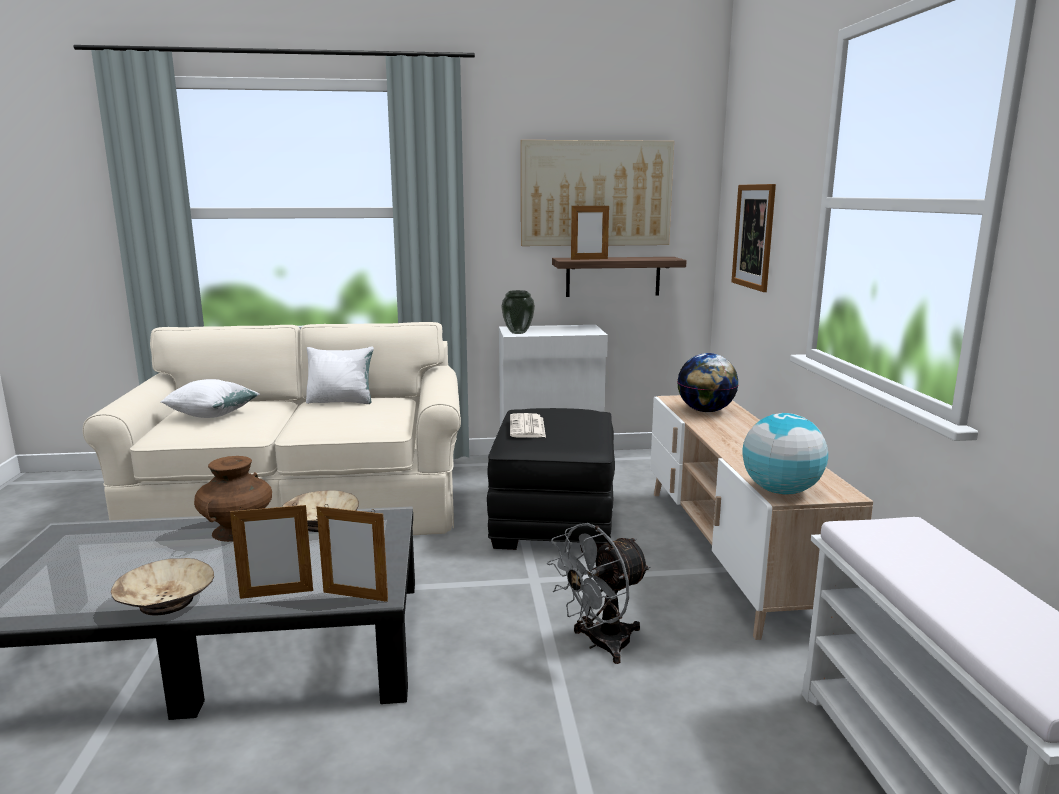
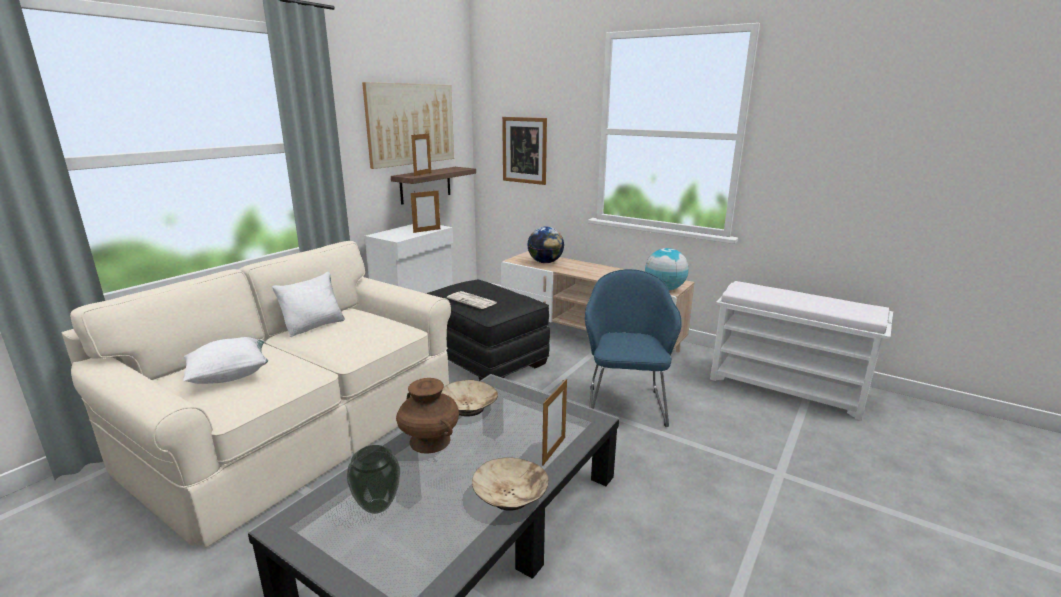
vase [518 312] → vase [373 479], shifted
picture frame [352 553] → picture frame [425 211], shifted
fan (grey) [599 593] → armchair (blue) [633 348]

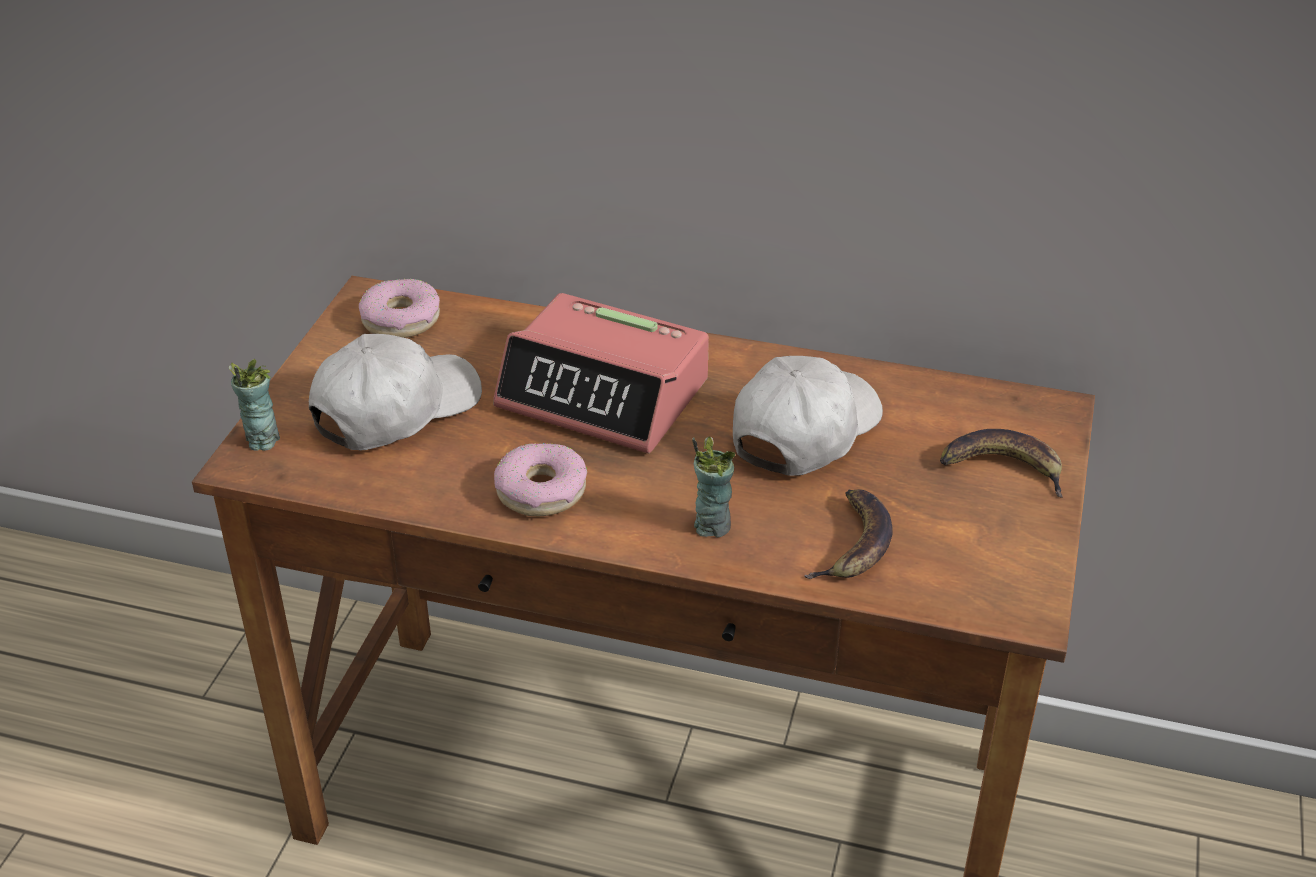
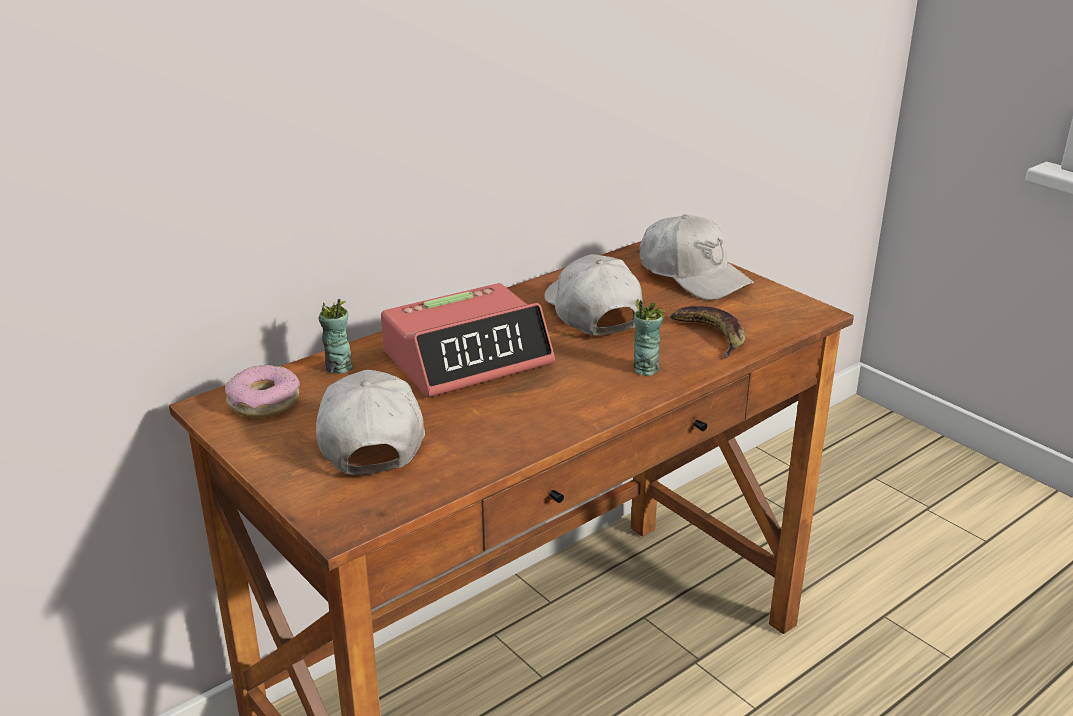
cup [254 405] → cup [336 336], shifted
banana [1001 463] → cap (white) [697 257]
donut [540 479] → -

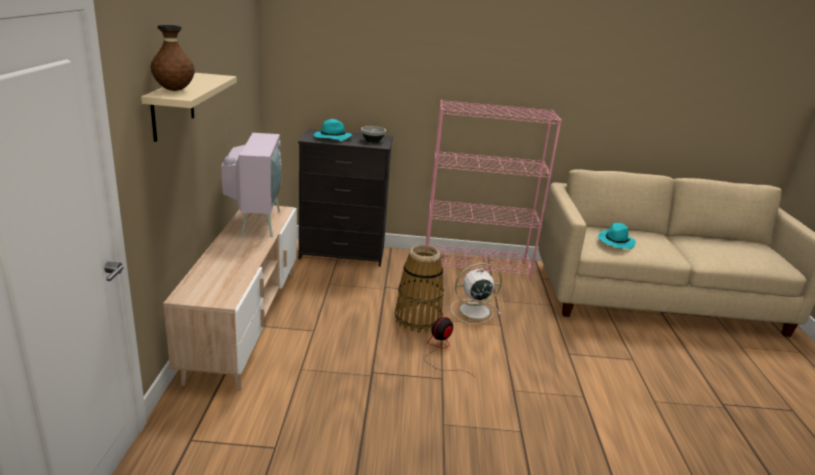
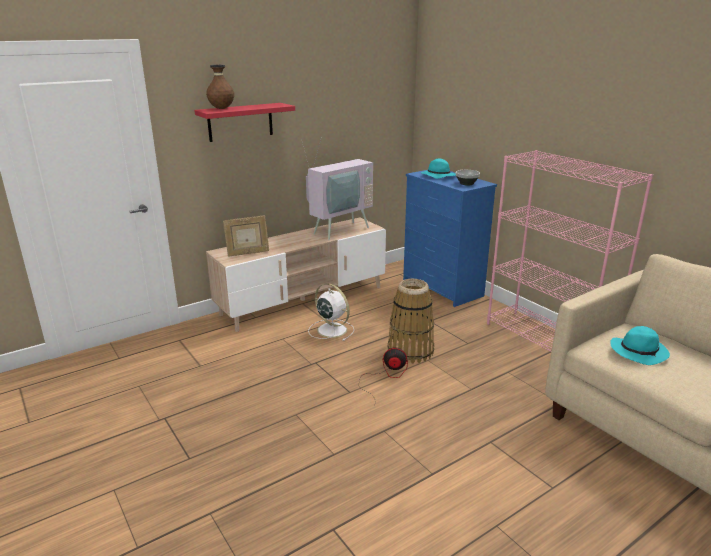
shelf (beige) [189 107] → shelf (red) [244 122]
dresser (black) [345 198] → dresser (blue) [450 238]
fan (white) [476 293] → fan (white) [331 312], shifted
- → picture frame [246 236]

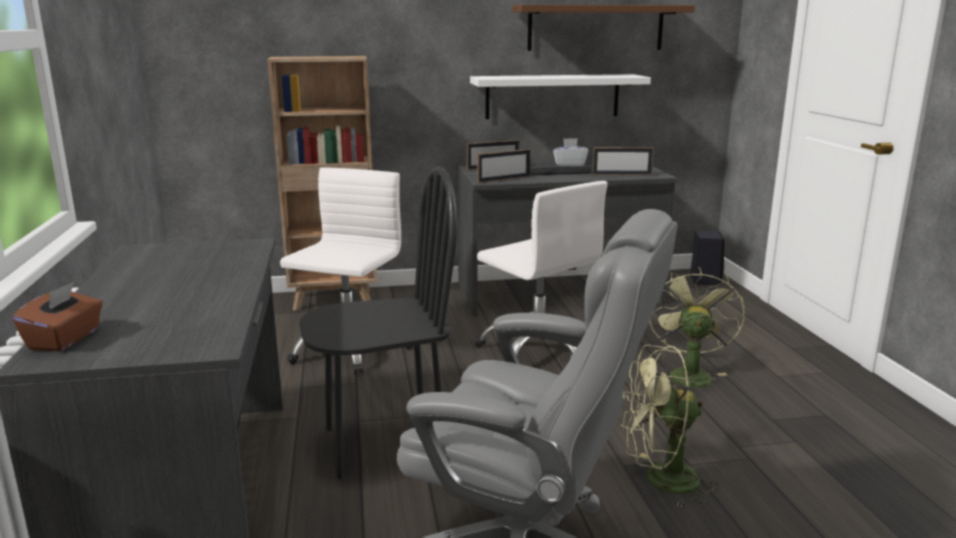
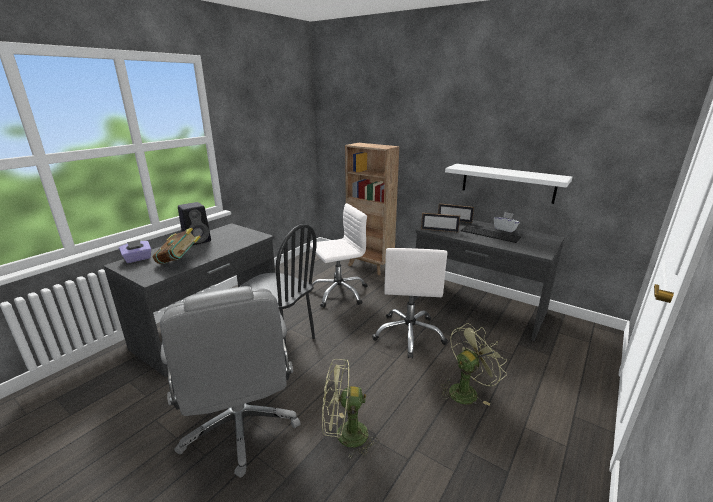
shelf (brown) [604 28] → -
picture frame [623 161] → -
speaker (black) [707 258] → speaker (black) [194 224], shifted
tissue box (brown) [57 316] → tissue box (purple) [135 251]
fan (green) [670 426] → fan (green) [350 408], 45 degrees counterclockwise
- → book [177 246]

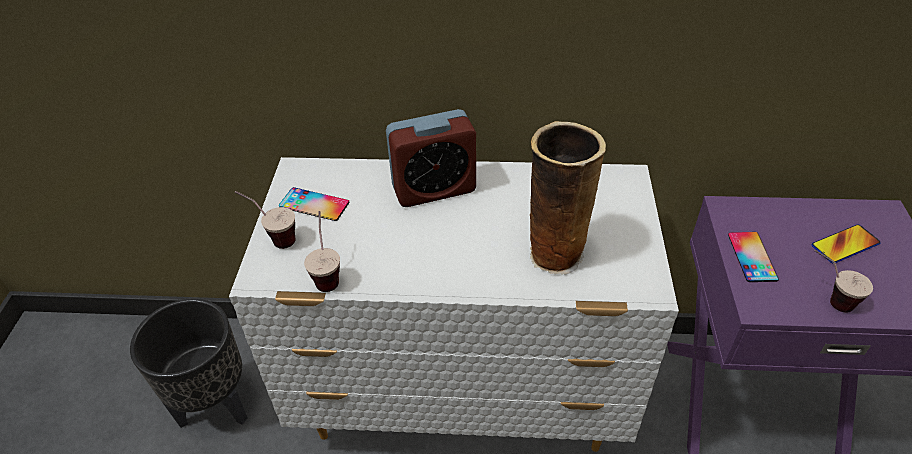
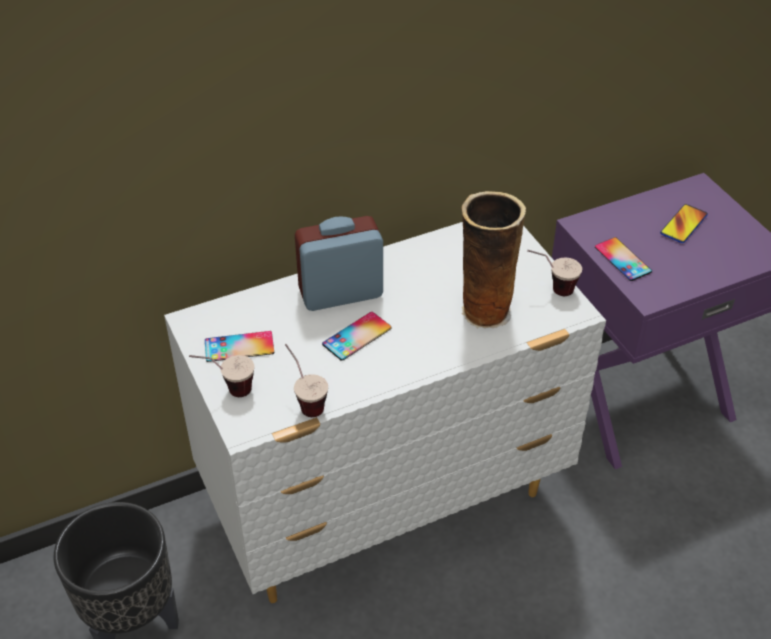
alarm clock [431 158] → alarm clock [339 263], 150 degrees counterclockwise
cup [844 281] → cup [554 273], shifted
- → phone [356 336]

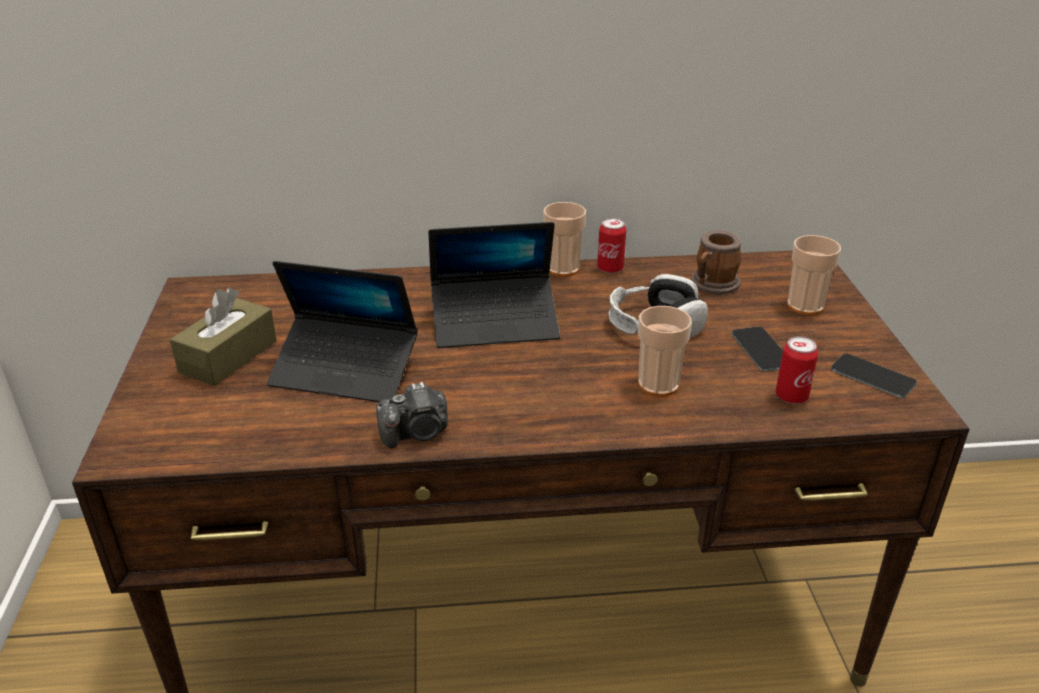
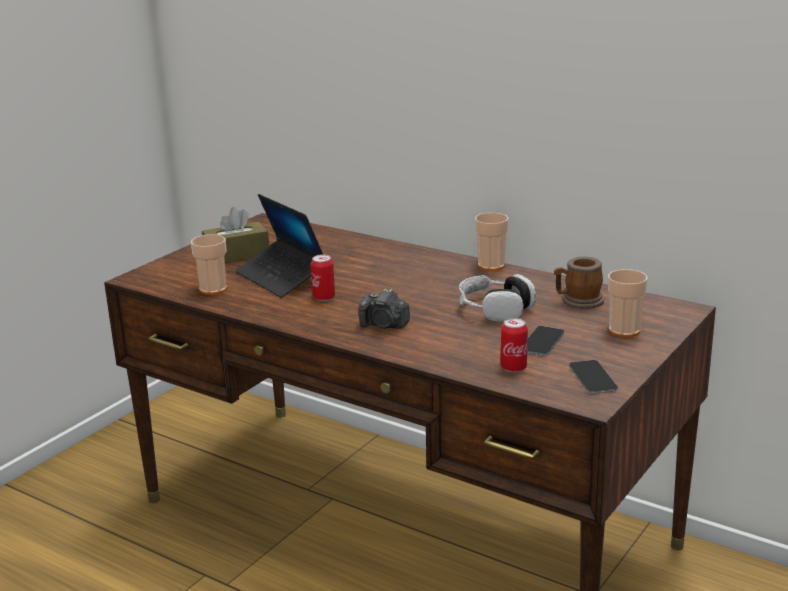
can [611 246] → can [323 277], shifted
laptop [494 285] → -
cup [665 351] → cup [209 264], shifted
photo camera [412 415] → photo camera [384 309], shifted

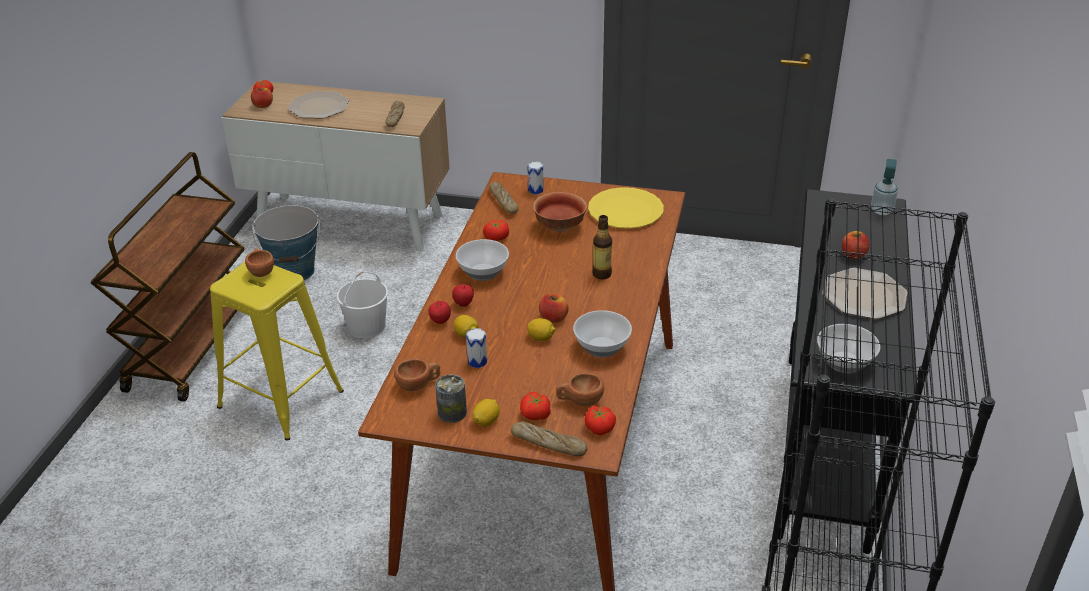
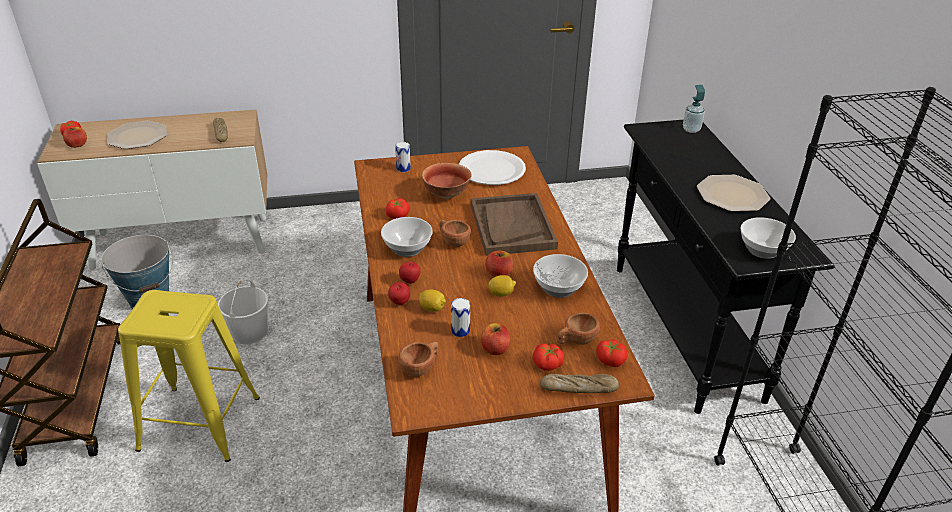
bread [504 198] → -
plate (yellow) [626 208] → plate (white) [492 167]
bottle [602 247] → tray (brown) [514 224]
apple [855 245] → apple [495 339], shifted
cup (brown) [259 262] → cup (brown) [455 233], shifted
can [451 398] → -
lemon [486 412] → -

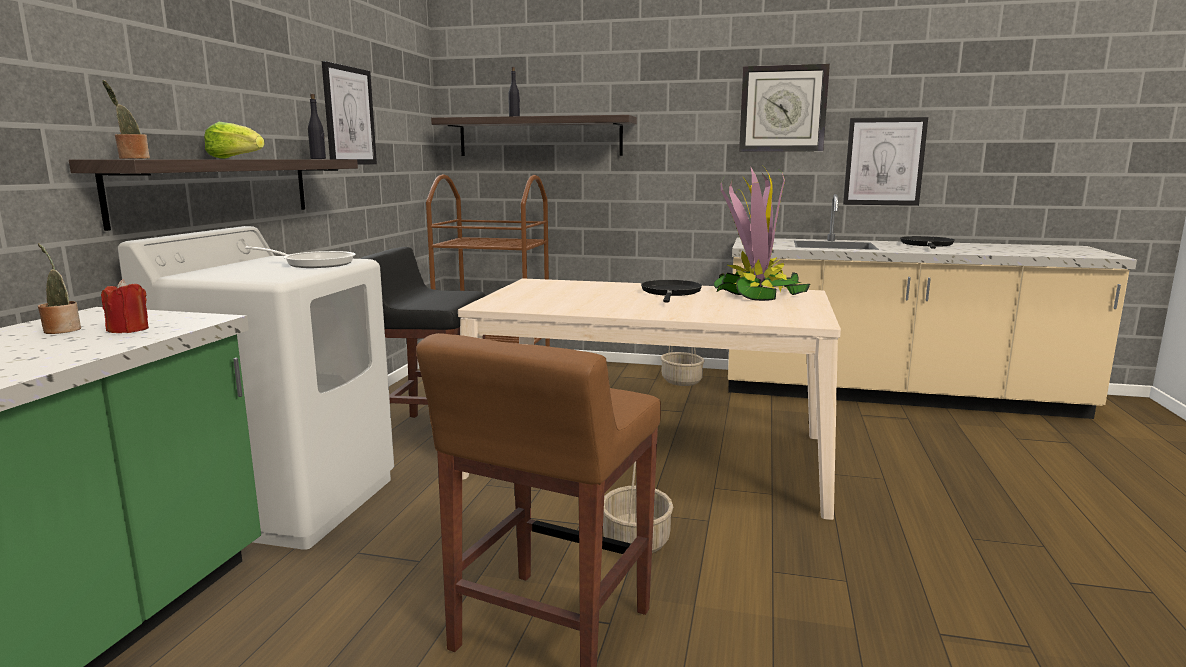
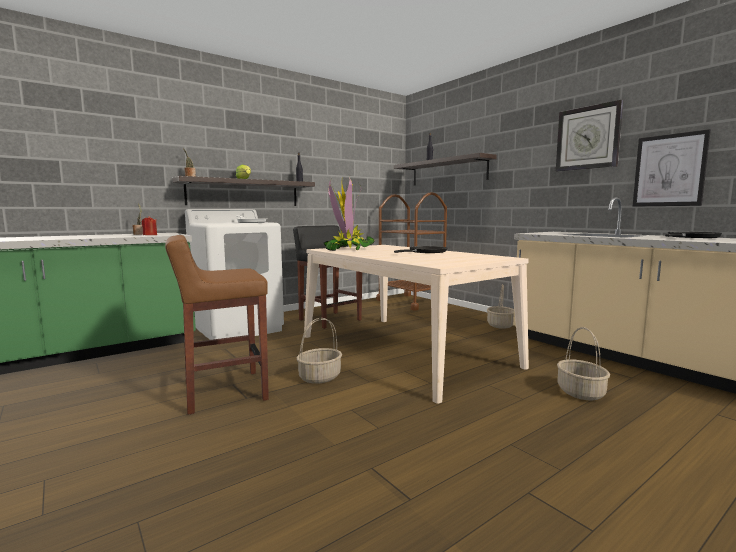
picture [349 113] → -
potted plant [762 234] → potted plant [349 214], shifted
- → basket [583 363]

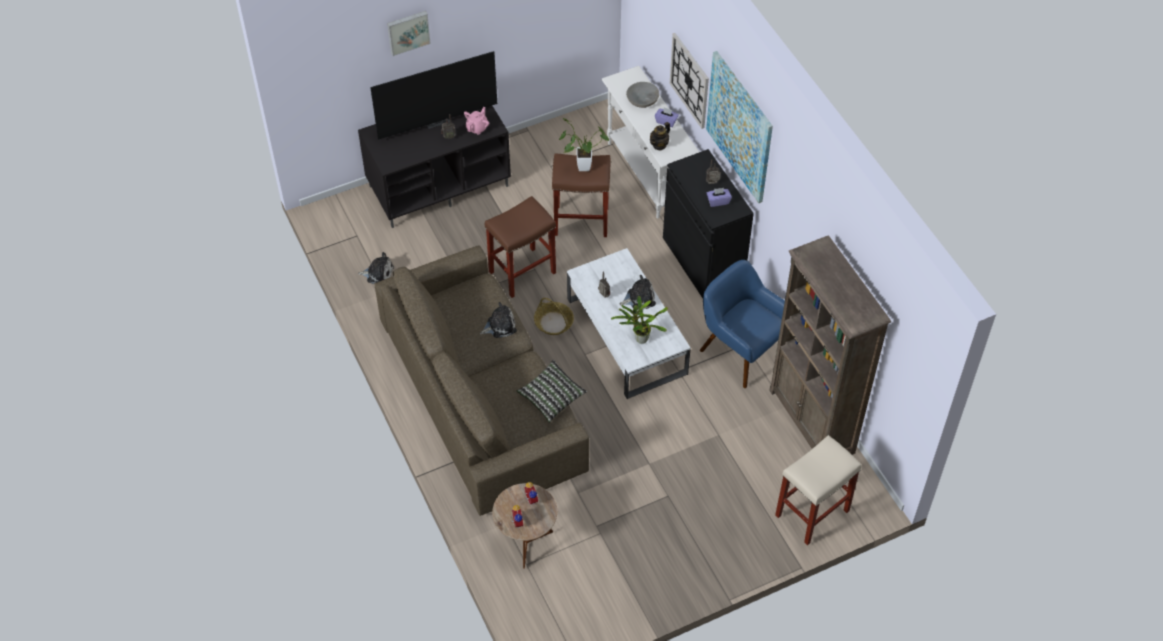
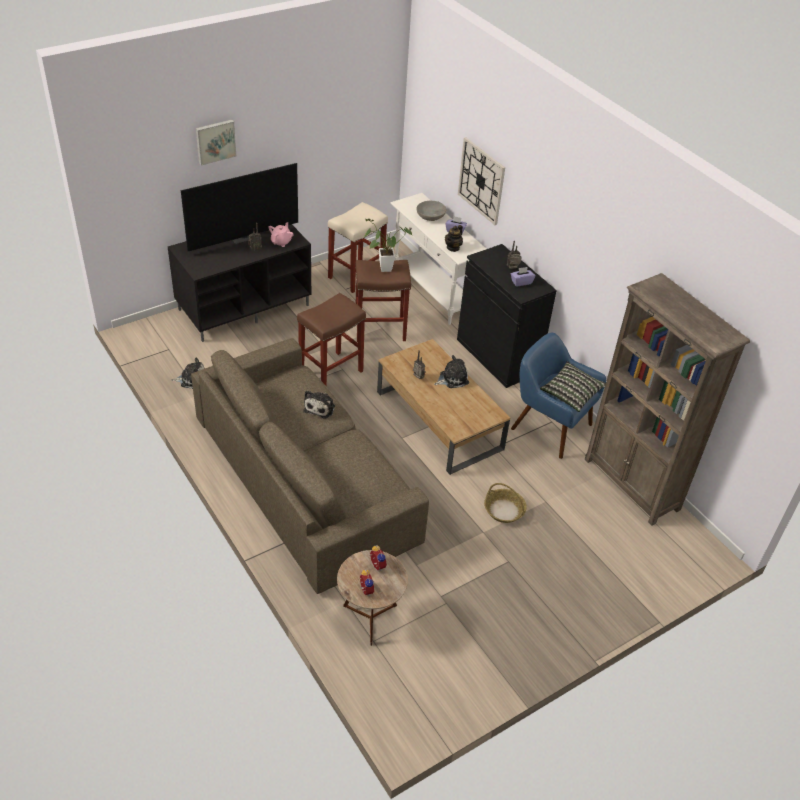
picture [739 127] → -
coffee table (white) [629 323] → coffee table (brown) [443 407]
potted plant [639 320] → -
basket [554 316] → basket [505 503], shifted
plush toy [498 320] → plush toy [319 404], 135 degrees clockwise
pillow [552 391] → pillow [573 386], shifted
stool (beige) [818 490] → stool (beige) [358 247], shifted

